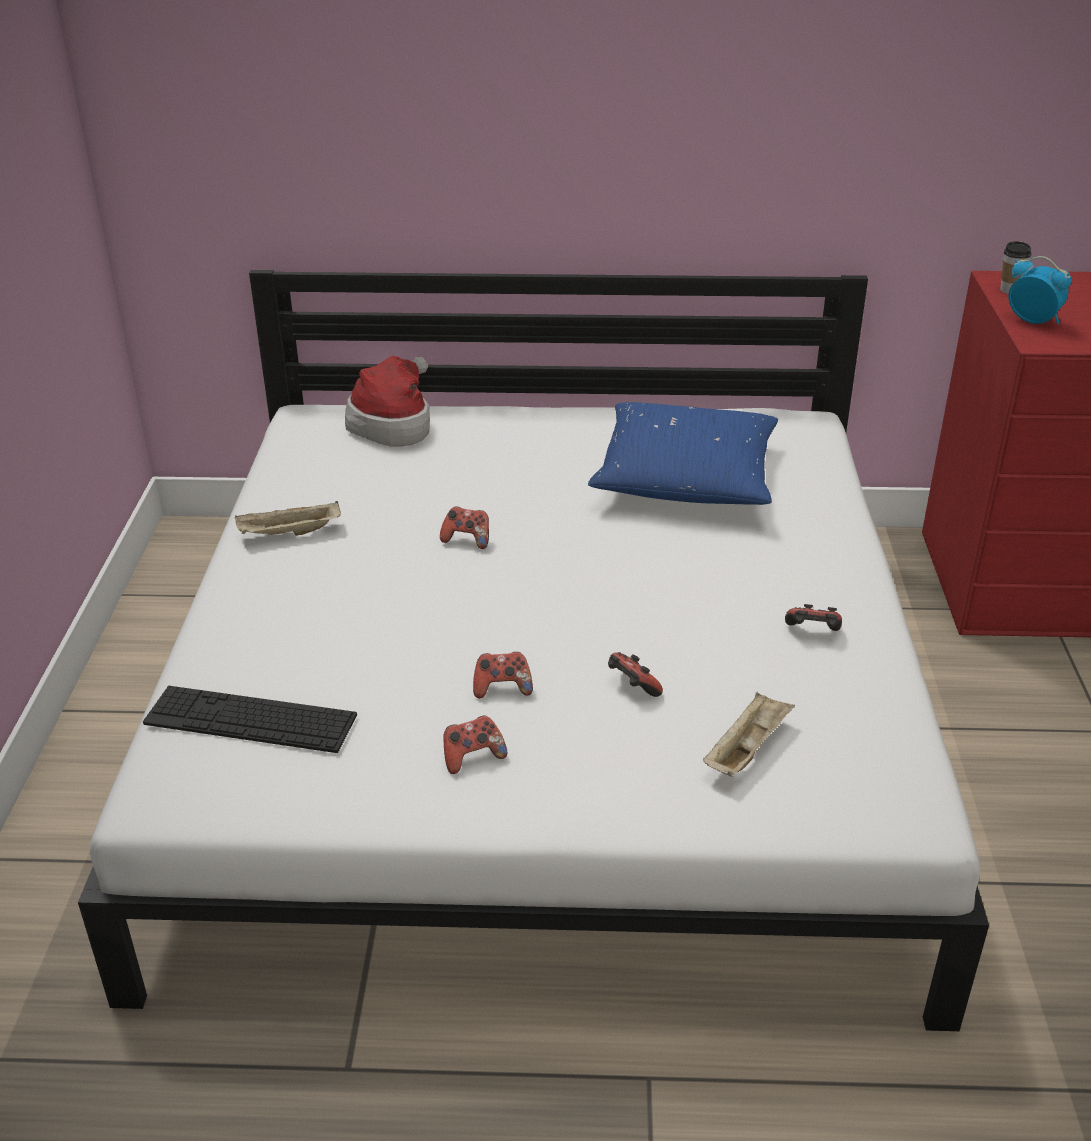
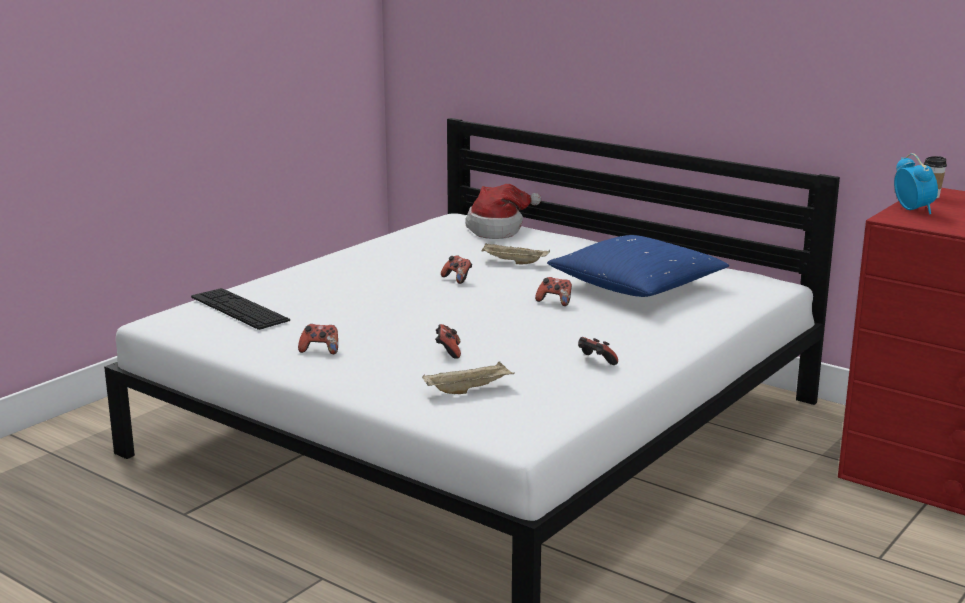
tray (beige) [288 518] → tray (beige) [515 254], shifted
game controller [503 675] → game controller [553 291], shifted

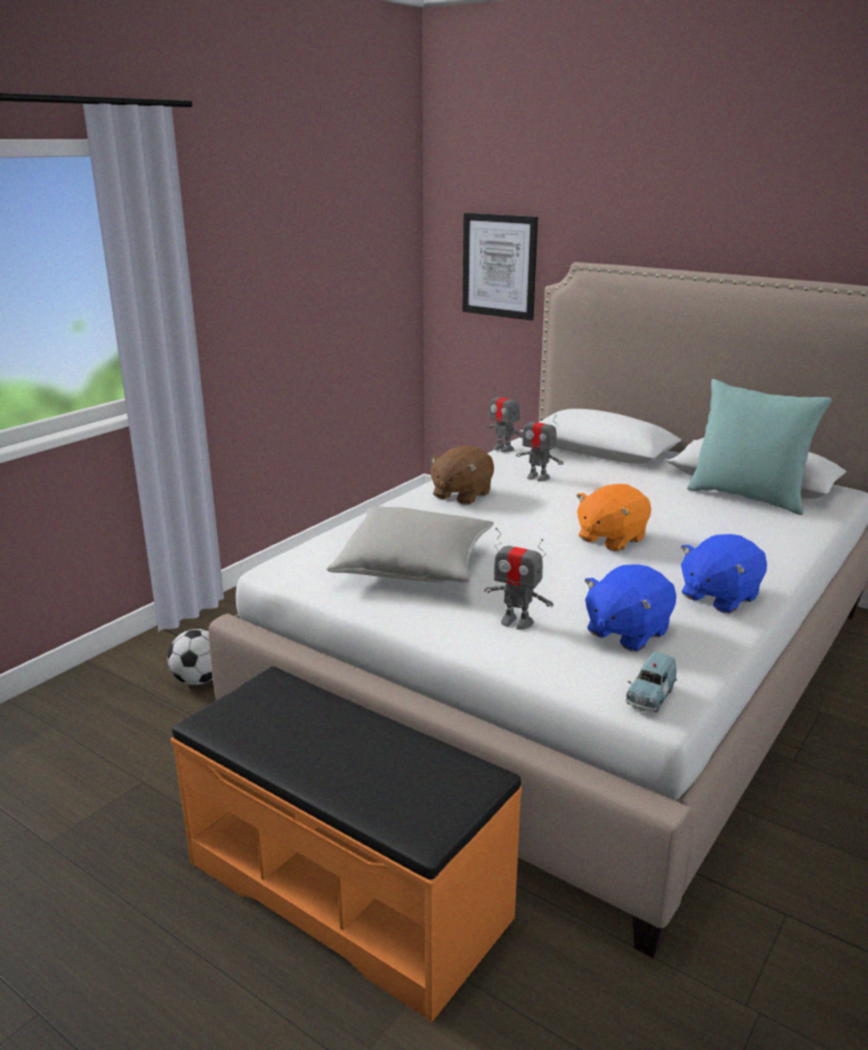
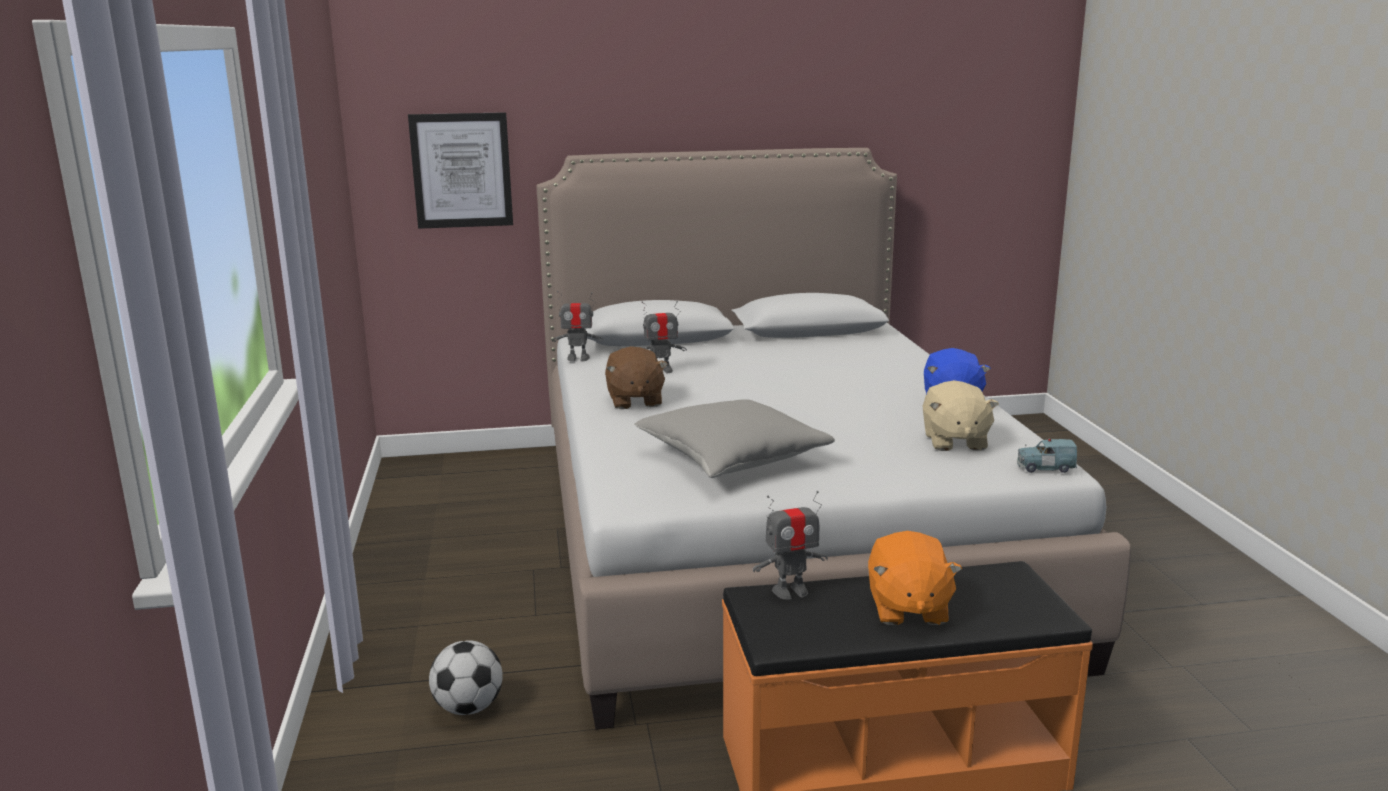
pillow (turquoise) [759 447] → -
plush toy (orange) [613 517] → plush toy (orange) [915 578], shifted
toy robot [518 579] → toy robot [790 545], shifted
plush toy (blue) [630 608] → plush toy (beige) [961 415]
toy car (blue) [651 682] → toy car (blue) [1047 456], 105 degrees clockwise

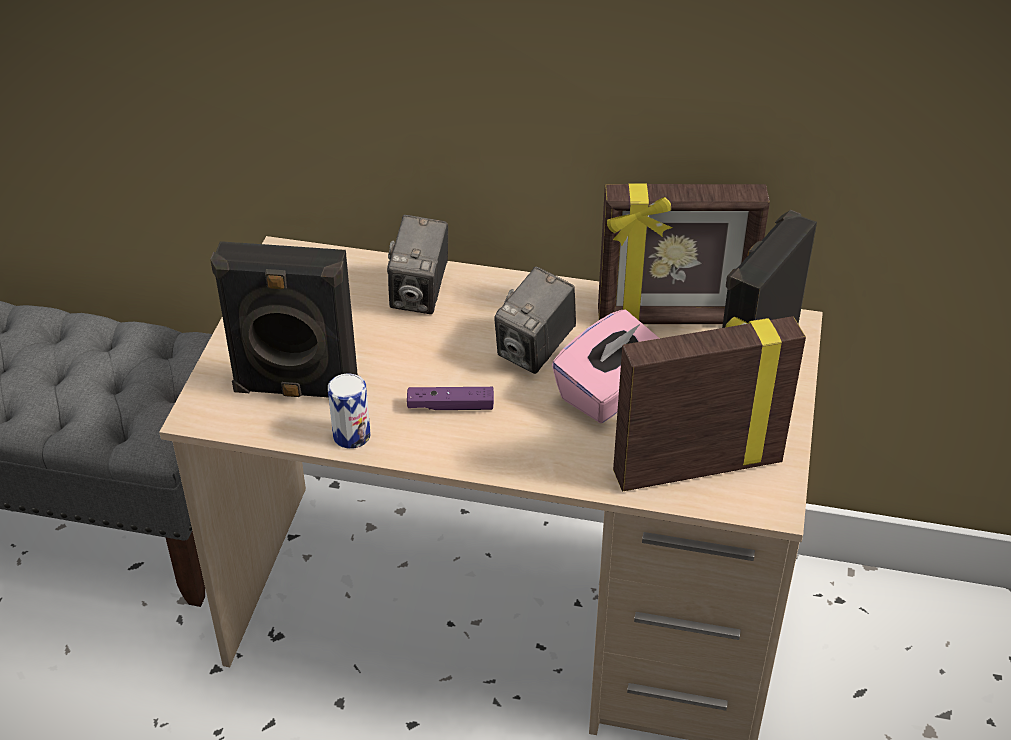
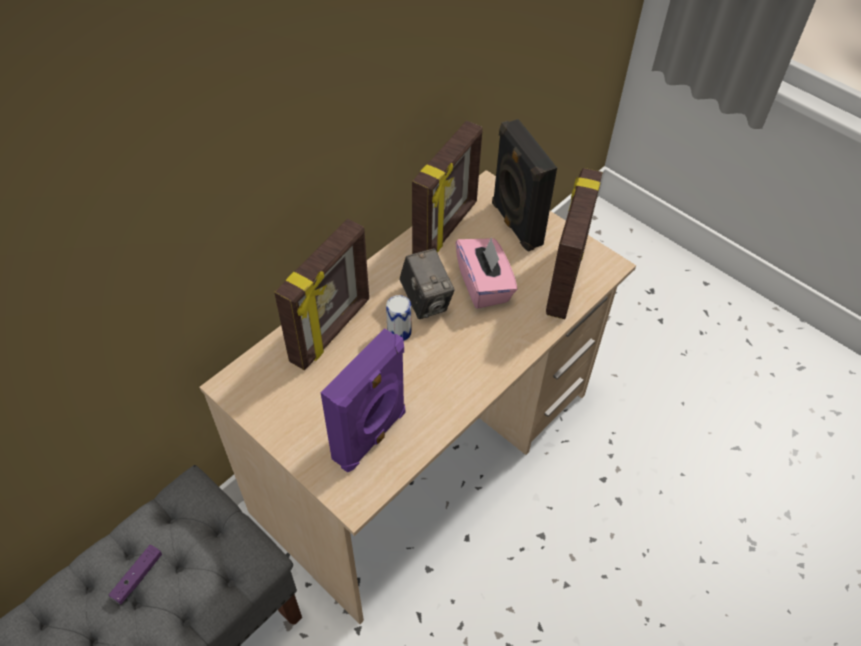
photo camera [417 264] → picture frame [321 294]
speaker (black) [284 319] → speaker (purple) [362 400]
can [349 411] → can [398 318], shifted
game controller (purple) [450 398] → game controller (purple) [135 574], shifted

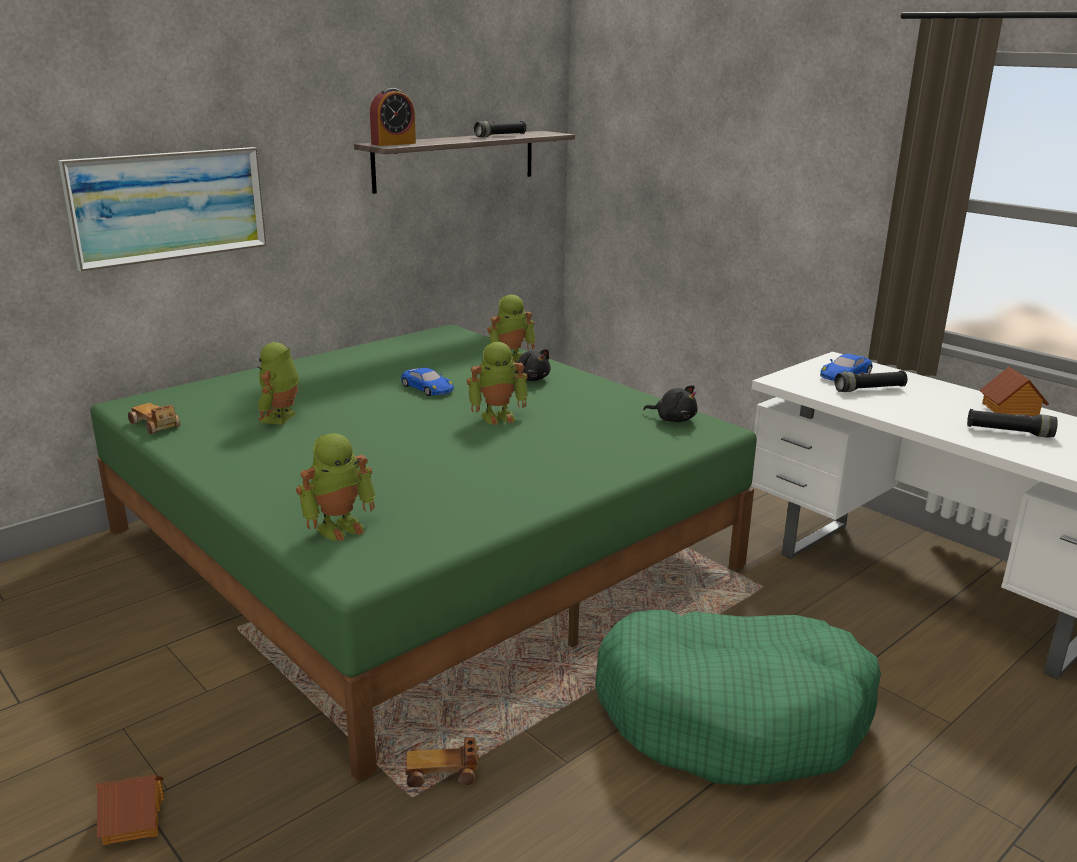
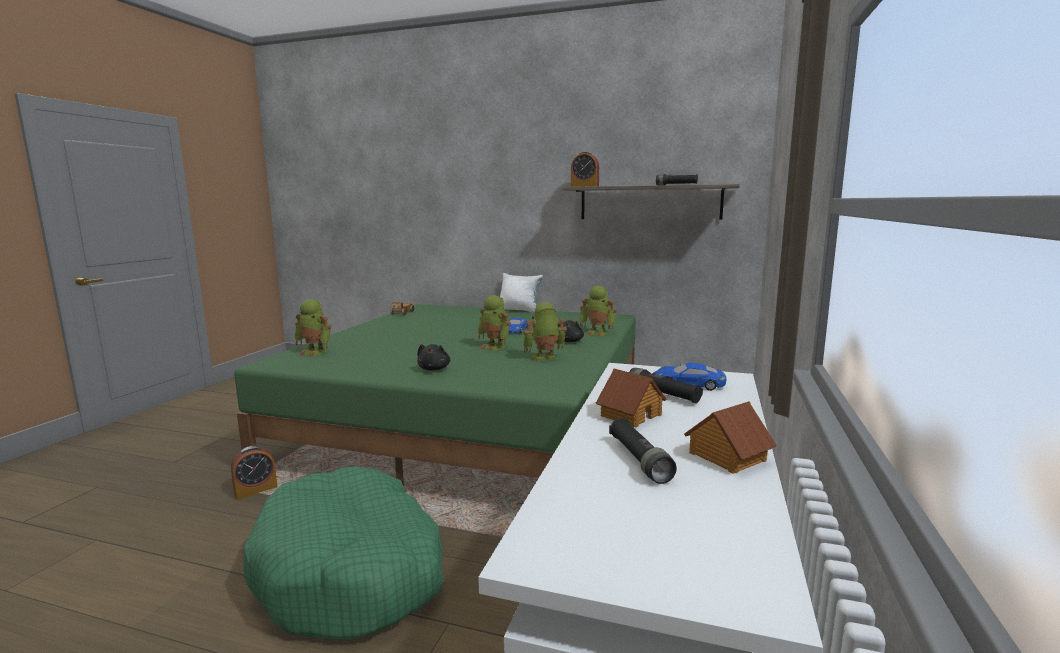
picture [162 209] → -
toy robot [278 383] → toy robot [545 332], shifted
plush toy (black) [670 403] → plush toy (black) [433 357], shifted
toy car [442 762] → alarm clock [254 473]
toy house [130 810] → toy house [631 397], shifted
- → pillow (white) [521 293]

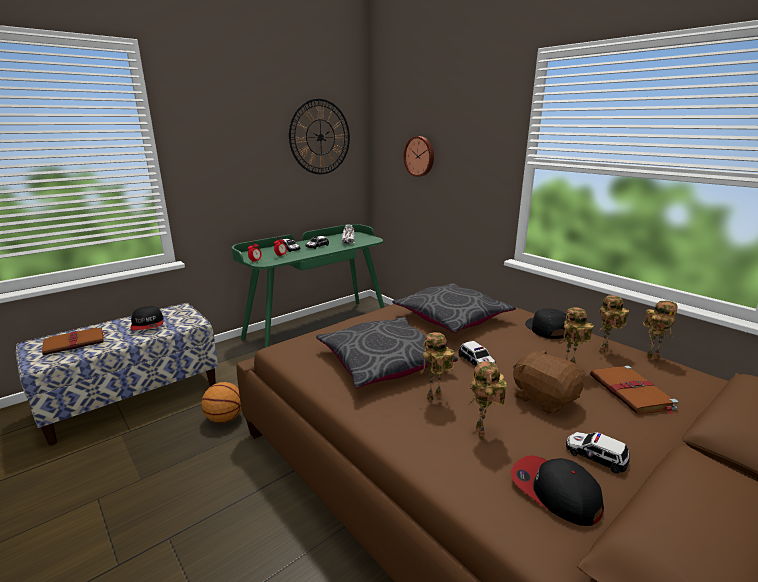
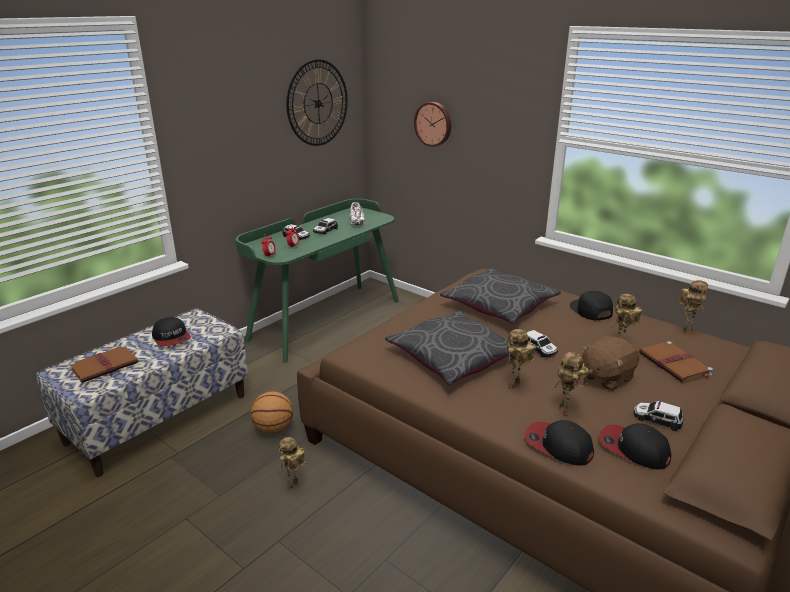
toy robot [613 324] → toy robot [292 463], shifted
plush toy (brown) [548 381] → plush toy (brown) [610 363], 75 degrees counterclockwise
- → cap [559 443]

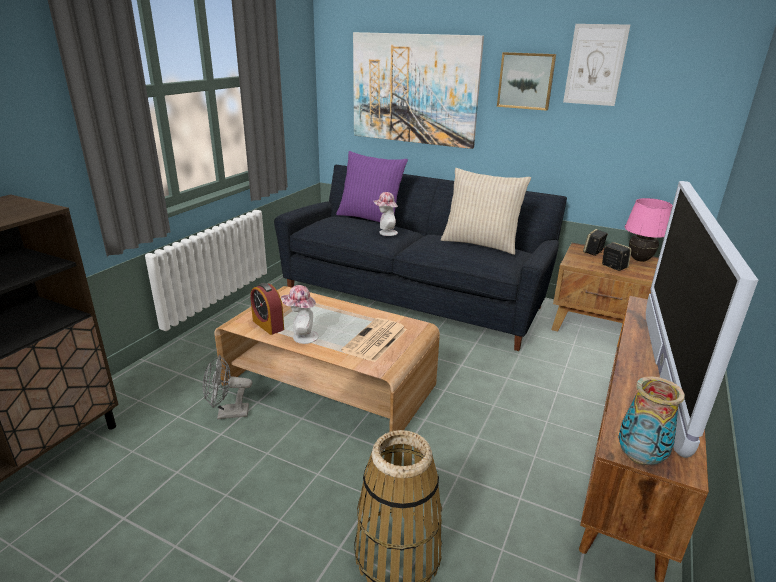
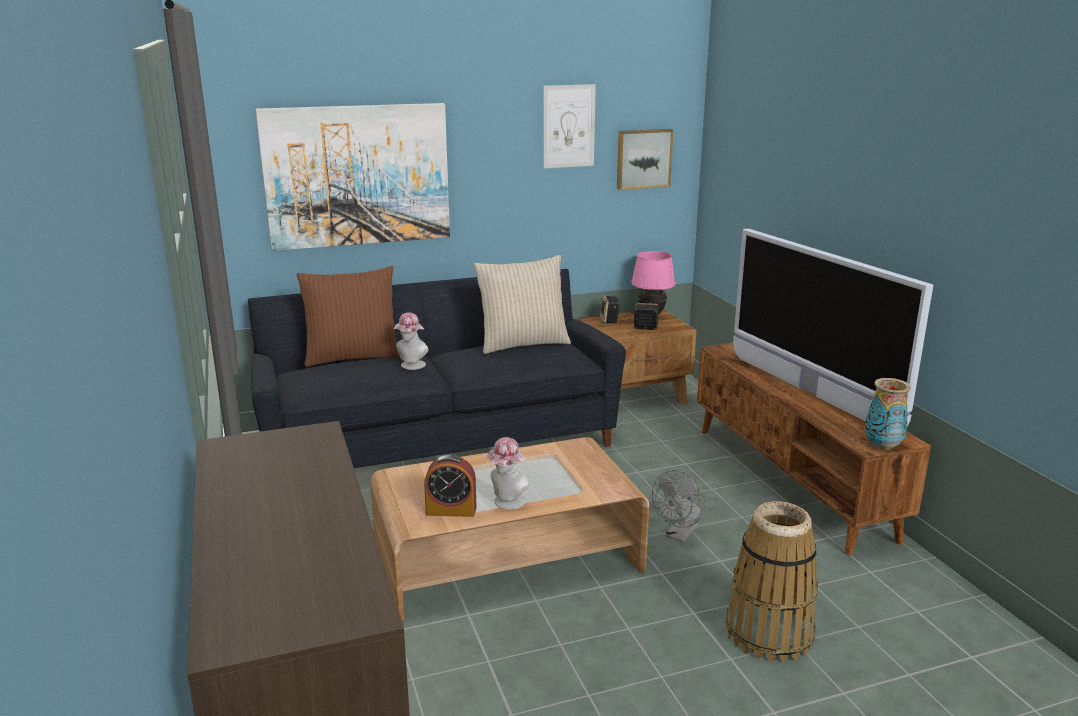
picture [526 81] → picture [645 159], shifted
pillow (purple) [372 186] → pillow (brown) [348 316]
newspaper [374 340] → -
fan (grey) [227 387] → fan (grey) [678 506], shifted

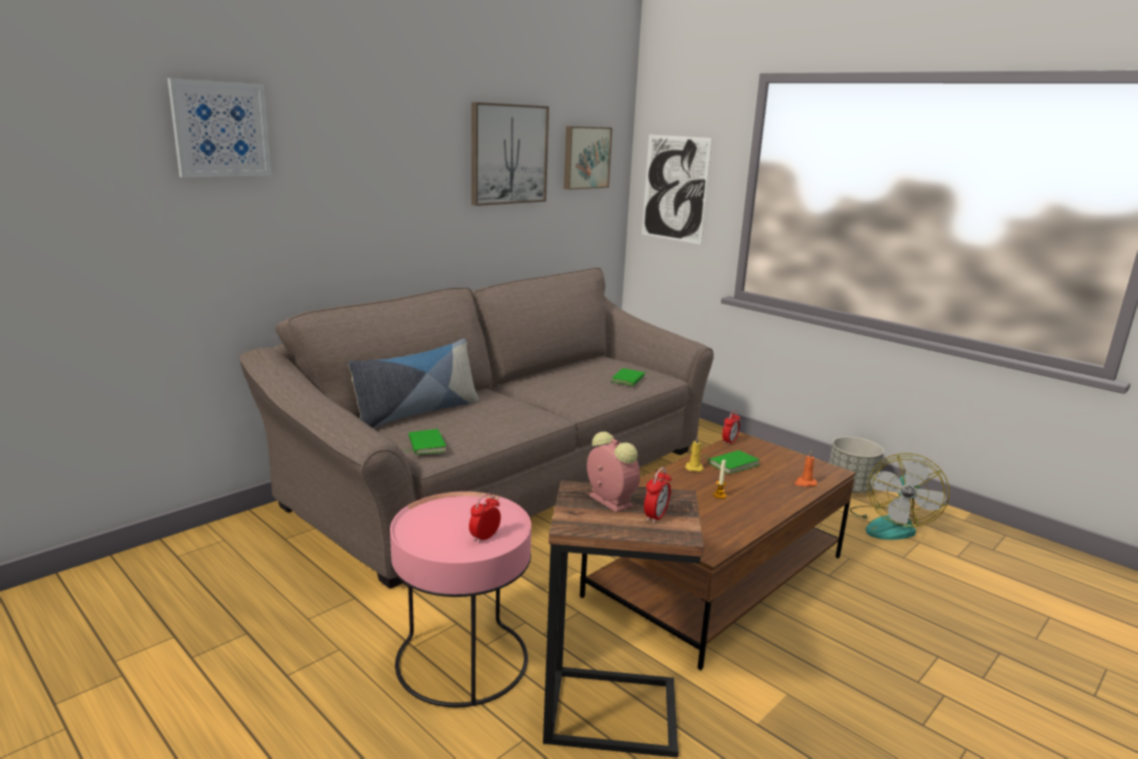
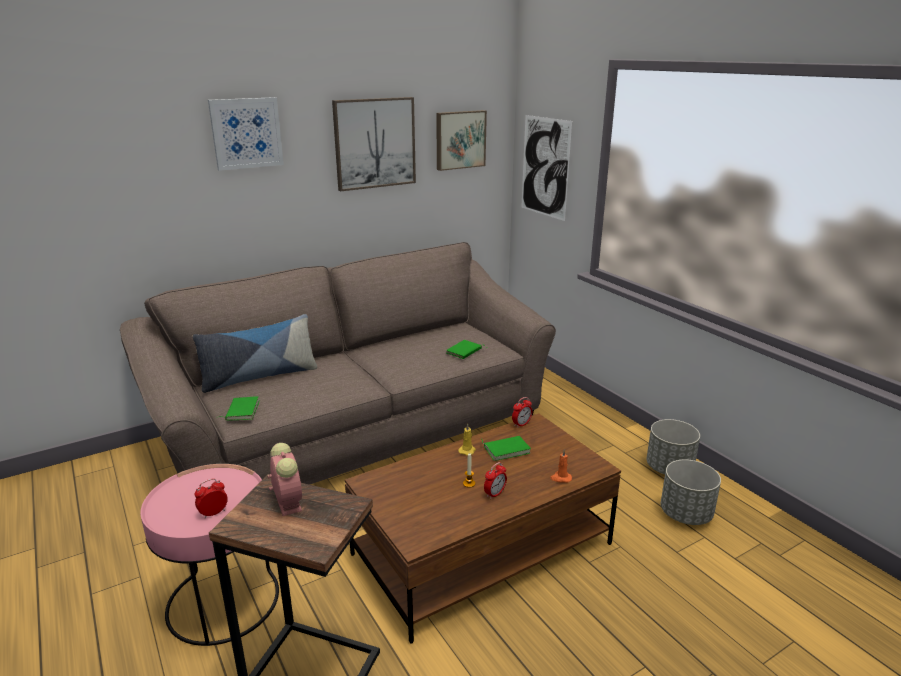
picture [219 127] → picture [246 134], shifted
fan [900 496] → planter (grey) [691 492]
alarm clock [658 495] → alarm clock [495 480], shifted

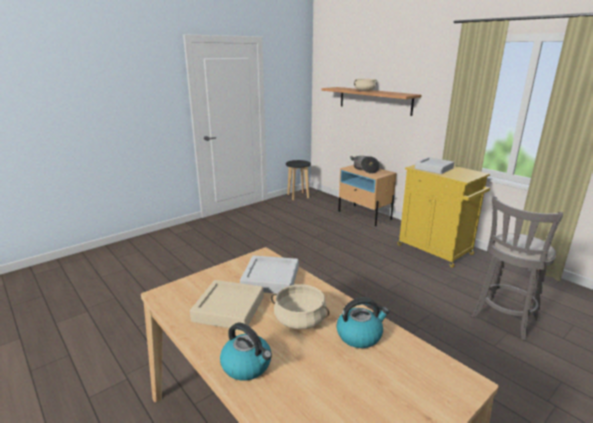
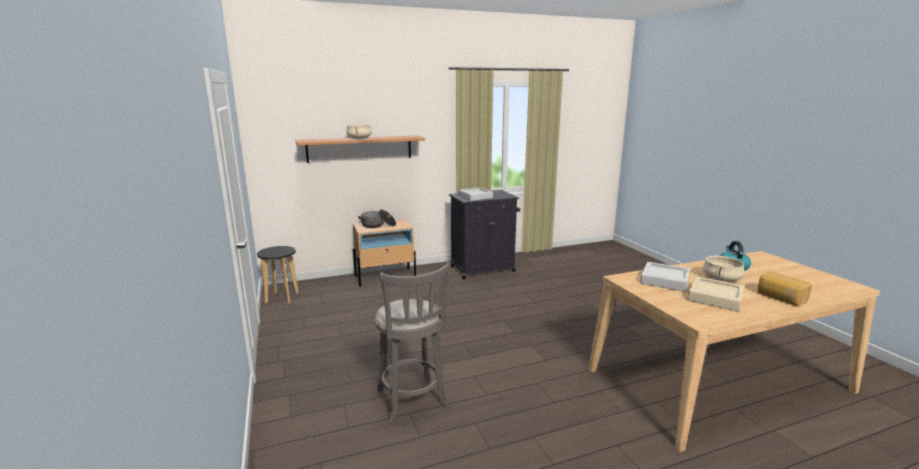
cabinet (yellow) [443 216] → cabinet (black) [484 234]
stool (grey) [517 268] → stool (grey) [413 343], shifted
kettle [246 352] → bread [784 289]

